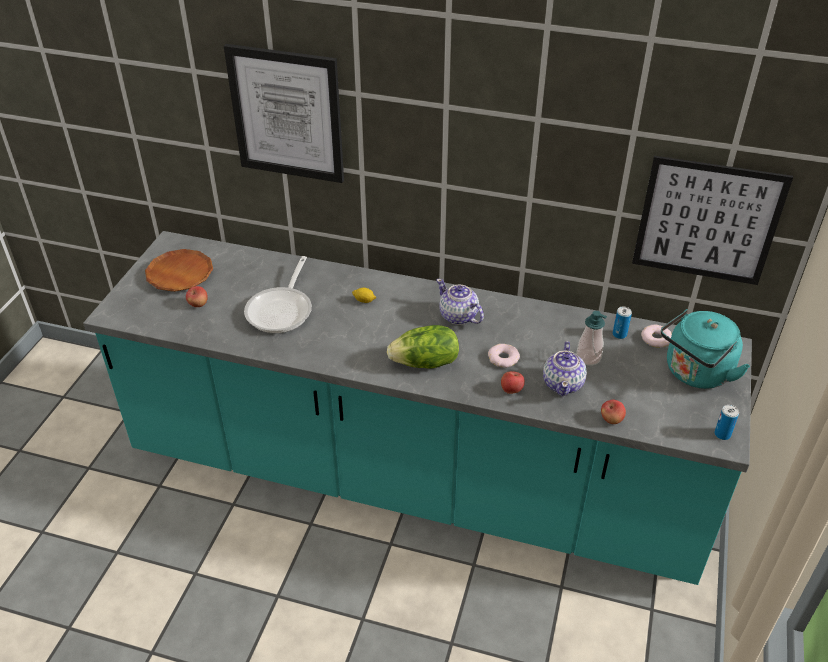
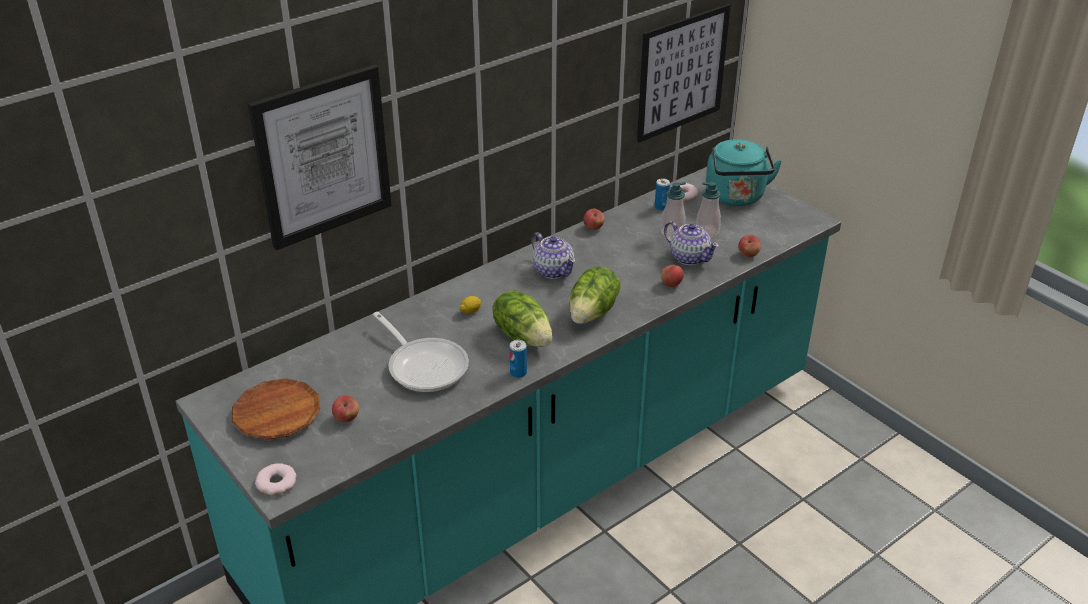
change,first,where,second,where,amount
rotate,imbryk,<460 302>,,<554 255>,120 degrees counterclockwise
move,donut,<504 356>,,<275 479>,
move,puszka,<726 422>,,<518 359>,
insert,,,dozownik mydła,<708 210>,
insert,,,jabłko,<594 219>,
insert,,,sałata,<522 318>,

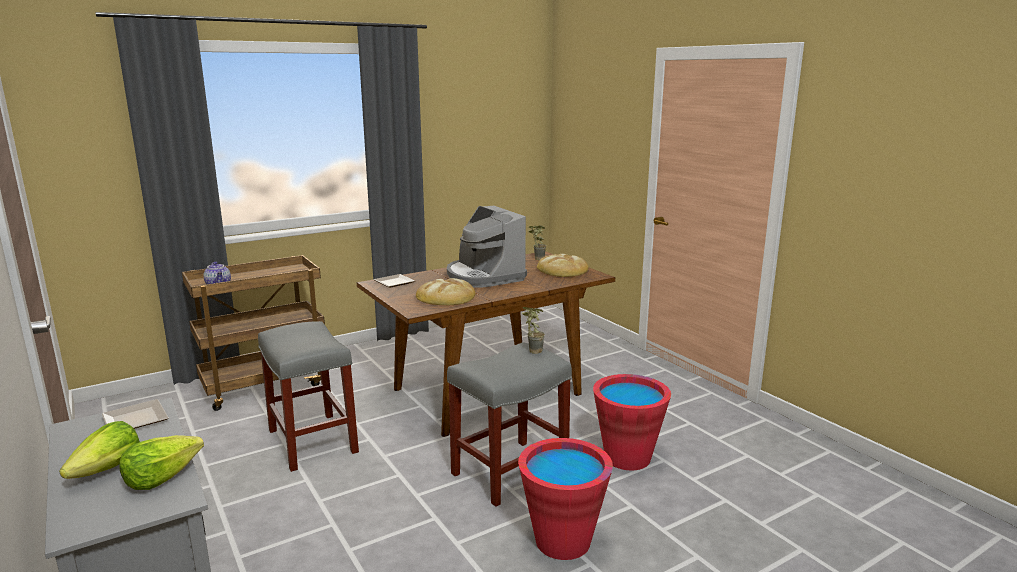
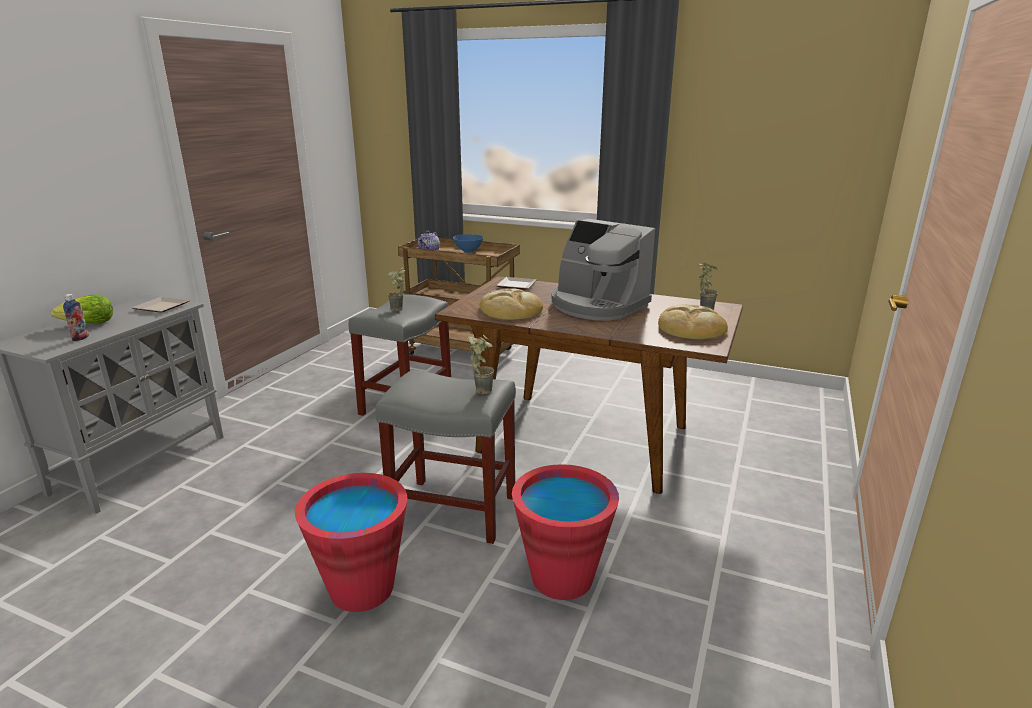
change,first,where,second,where,amount
rotate,ekspres do kawy,<487 247>,,<603 270>,75 degrees counterclockwise
replace,sałata,<161 462>,butelka,<76 317>,
insert,,,miska/niebieski,<468 243>,
insert,,,roślina doniczkowa,<396 288>,

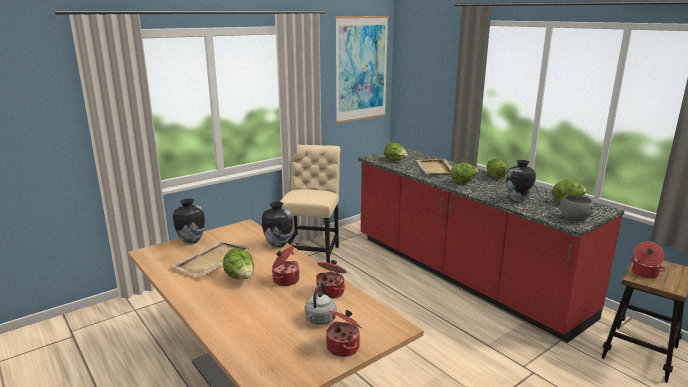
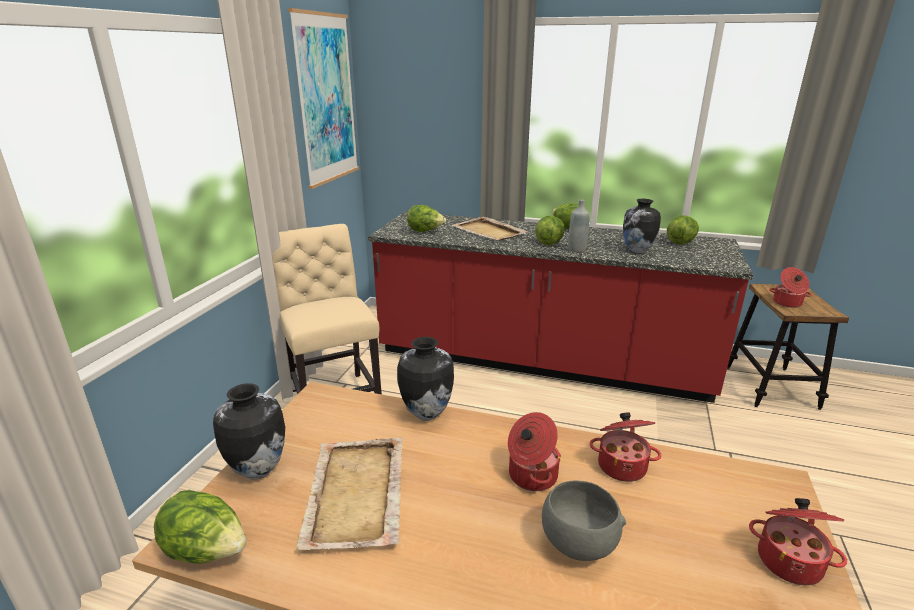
change,first,where,second,where,amount
move,miska/szary,<577 208>,,<584 520>,
move,sałata,<238 264>,,<200 527>,
delete,czajnik/szary,<320 303>,,,
insert,,,butelka/szary,<578 226>,

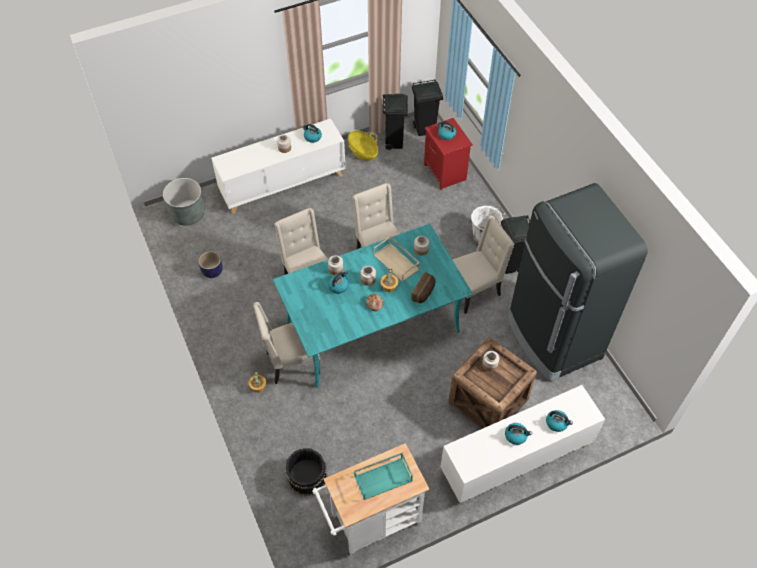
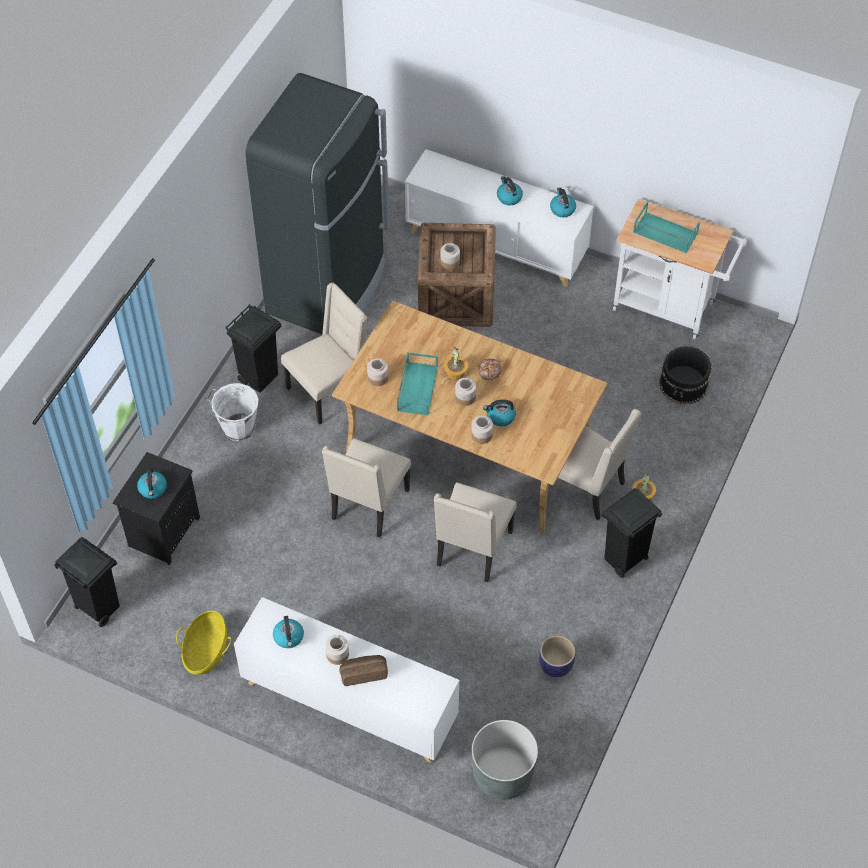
change,first,where,second,where,amount
move,kosz na śmieci/czarny,<395 122>,,<631 533>,
recolor,szafka nocna/czerwony,<448 154>,szafka nocna/czarny,<156 508>,
rotate,krzesło/beżowy,<483 264>,,<324 354>,120 degrees clockwise
recolor,stół jadalny/turkusowy,<373 306>,stół jadalny/beżowy,<470 417>,
recolor,taca/beżowy,<397 259>,taca/turkusowy,<417 383>,
move,chleb,<423 287>,,<363 670>,
move,czajnik,<559 421>,,<563 202>,

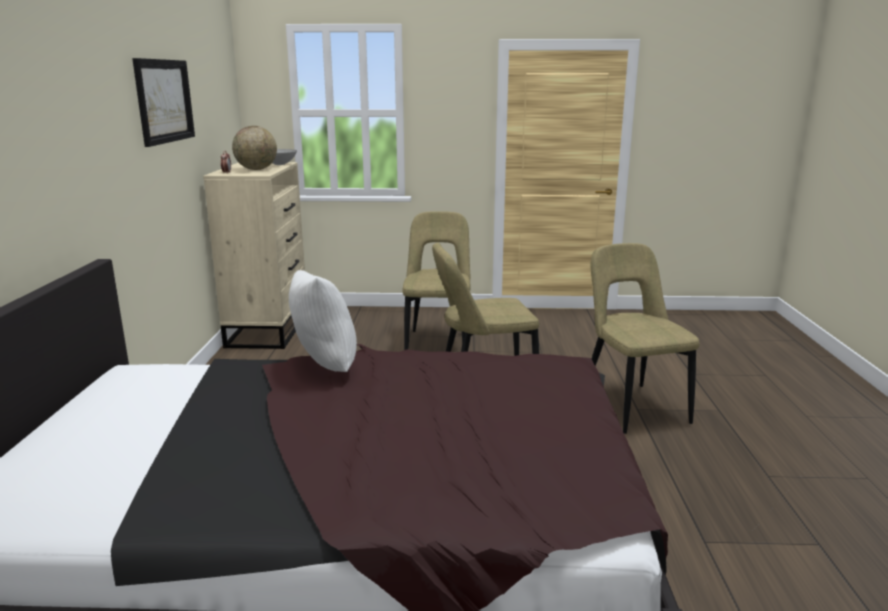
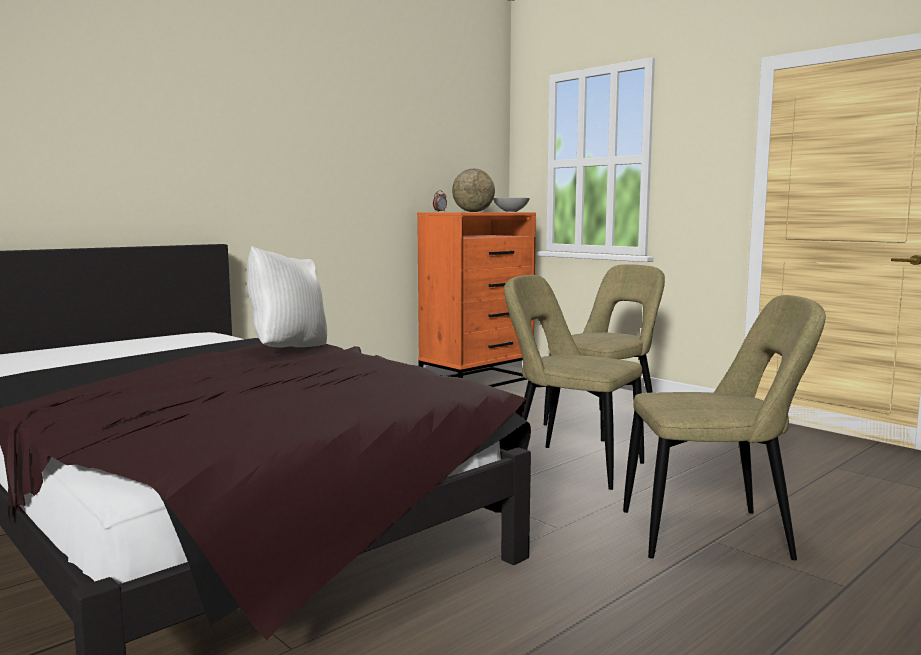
change,first,where,second,where,amount
delete,obraz,<163 102>,,,
recolor,komoda/beżowy,<254 255>,komoda/pomarańczowy,<476 299>,
rotate,krzesło/beżowy,<645 338>,,<724 427>,60 degrees clockwise

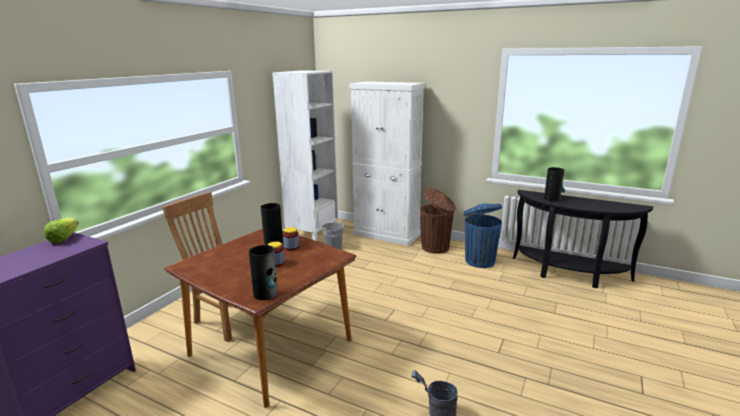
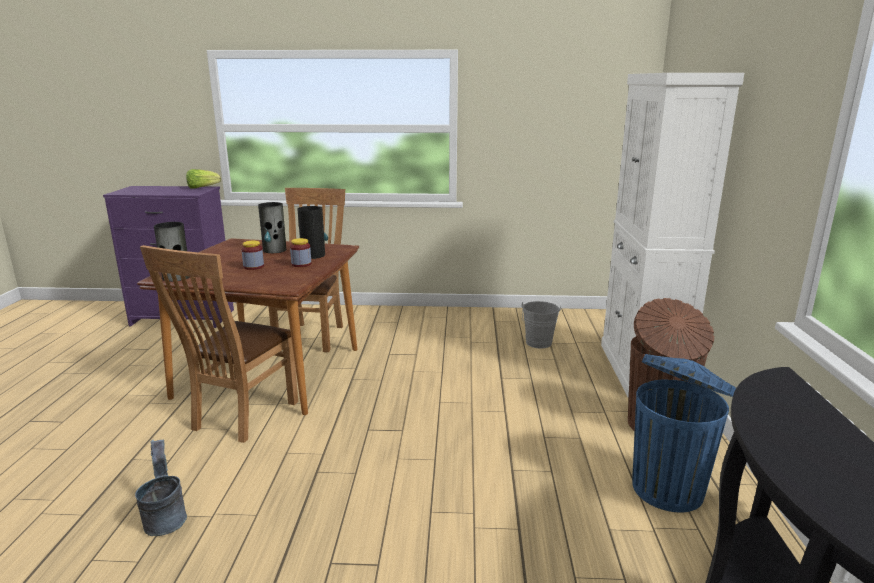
change,first,where,second,where,amount
delete,regał/biały,<305 155>,,,
move,wazon,<554 184>,,<272 227>,
insert,,,krzesło/brązowy,<219 344>,

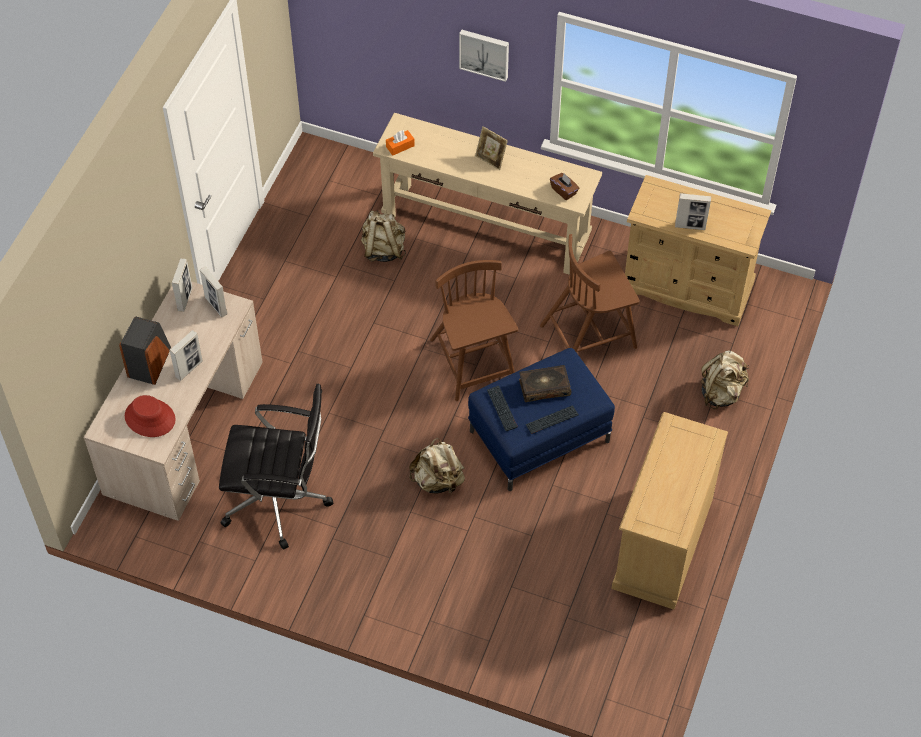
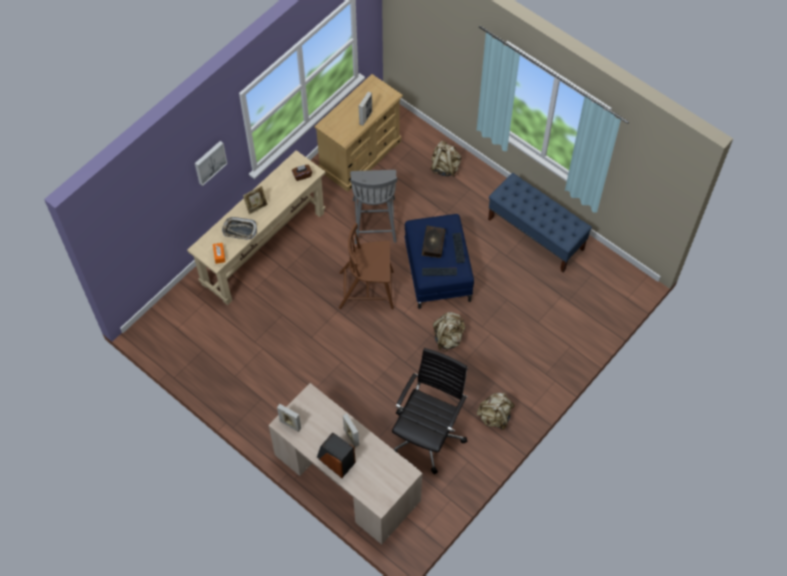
change,first,where,second,where,amount
move,plecak/beżowy,<383 236>,,<496 411>,
recolor,krzesło/brązowy,<590 293>,krzesło/szary,<373 207>,
delete,ramka na zdjęcie,<214 291>,,,
delete,kapelusz/czerwony,<150 416>,,,
replace,komoda/beżowy,<669 511>,ławka/niebieski,<540 222>,
insert,,,taca,<239 228>,

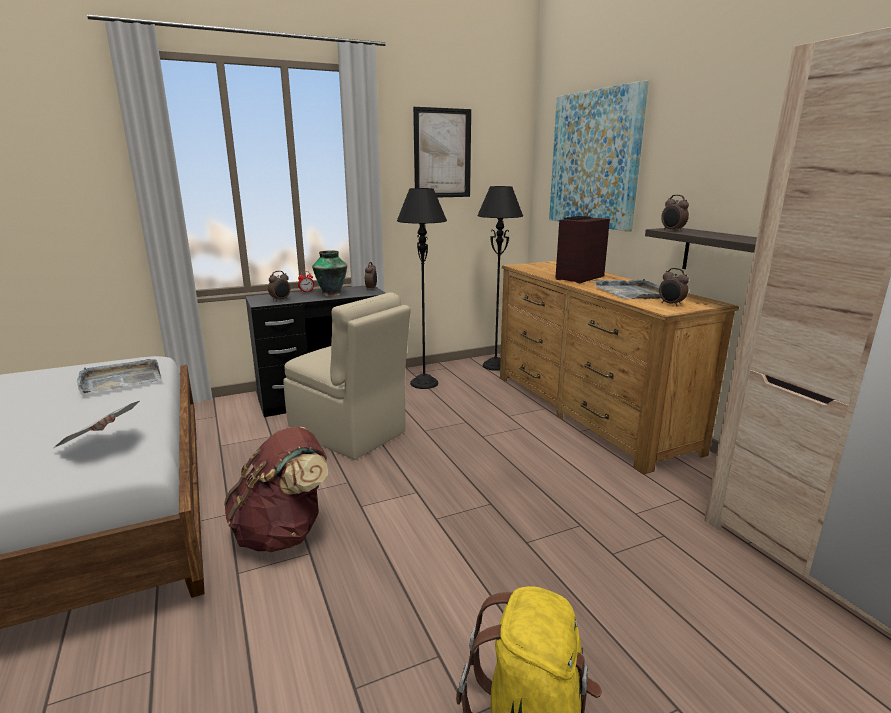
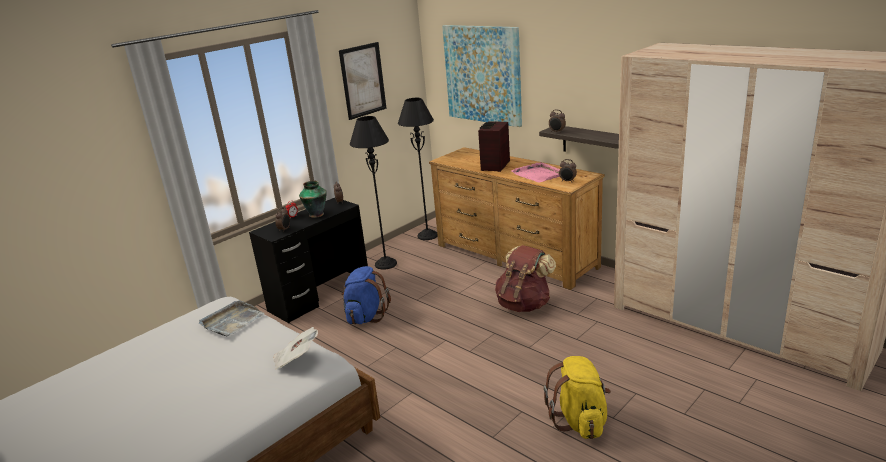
change,first,where,second,where,amount
recolor,taca/szary,<627 289>,taca/różowy,<535 172>,
replace,krzesło/beżowy,<347 376>,plecak/niebieski,<366 295>,
move,plecak/brązowy,<276 489>,,<525 278>,

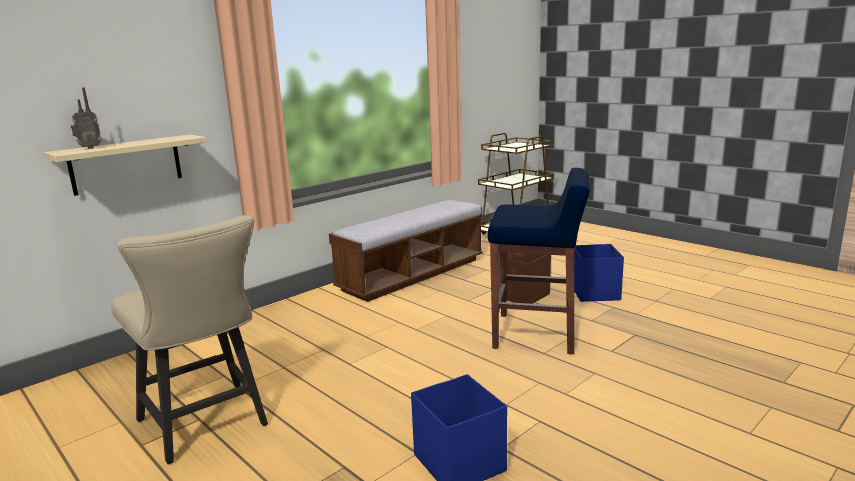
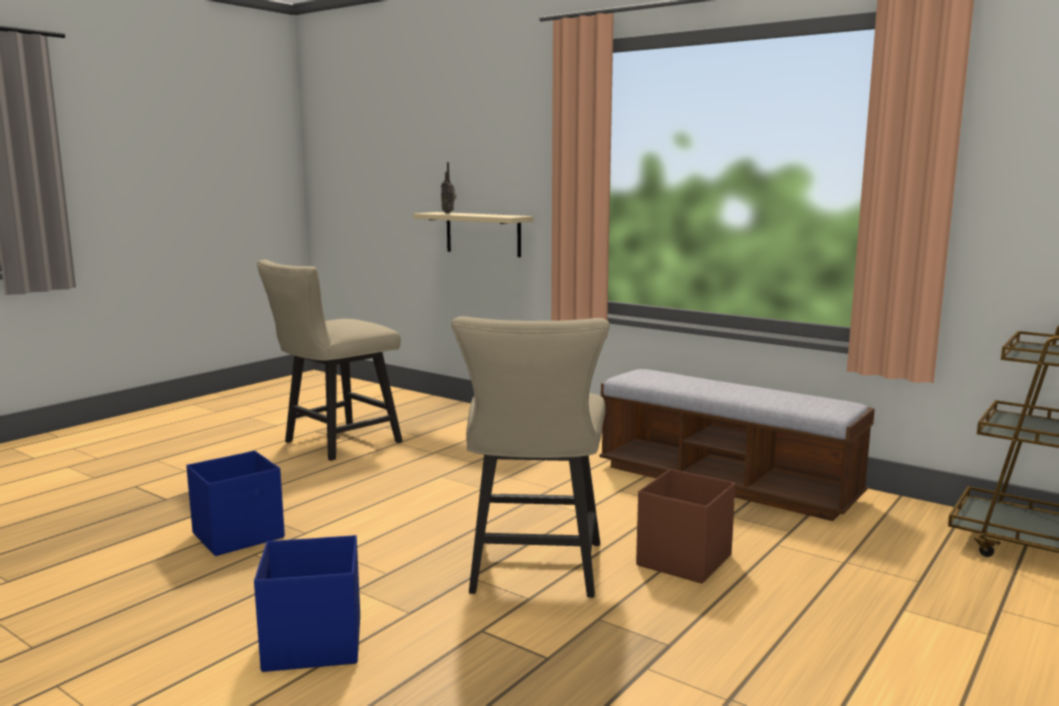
change,first,where,second,where,amount
replace,stołek/niebieski,<539 261>,krzesło/beżowy,<530 457>,
move,pojemnik do przechowywania/niebieski,<599 273>,,<307 603>,

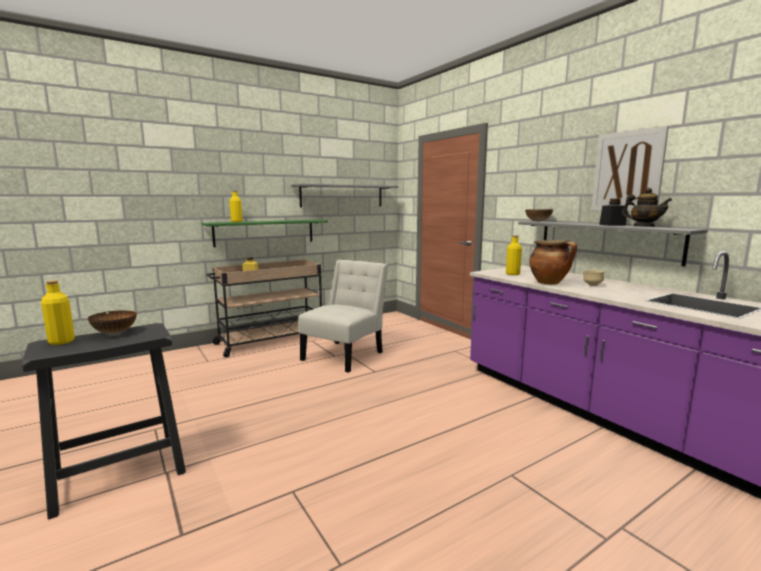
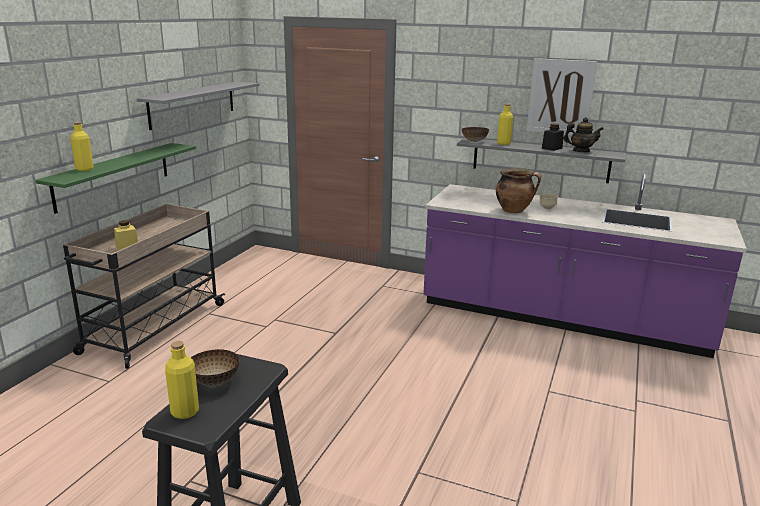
change,first,where,second,where,amount
move,butelka/żółty,<514 255>,,<505 124>,
delete,krzesło/biały,<343 316>,,,

